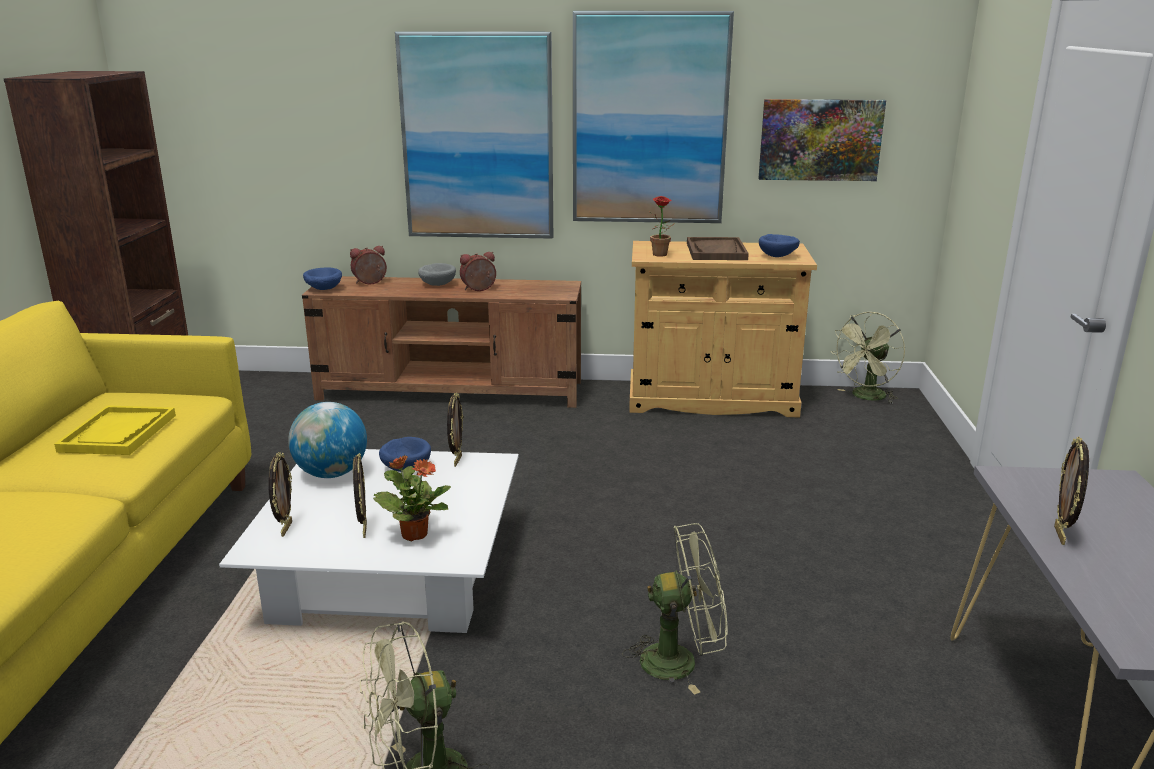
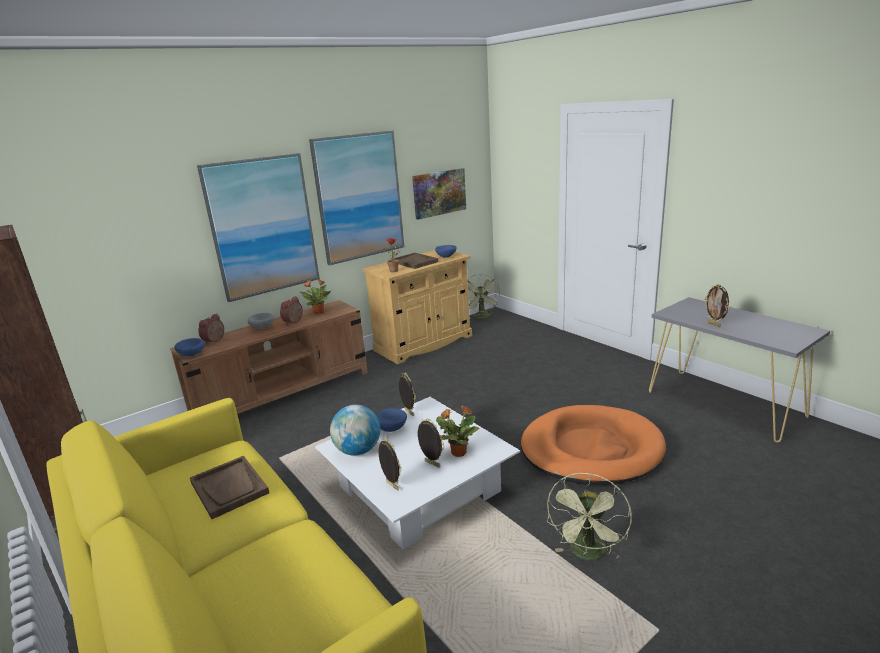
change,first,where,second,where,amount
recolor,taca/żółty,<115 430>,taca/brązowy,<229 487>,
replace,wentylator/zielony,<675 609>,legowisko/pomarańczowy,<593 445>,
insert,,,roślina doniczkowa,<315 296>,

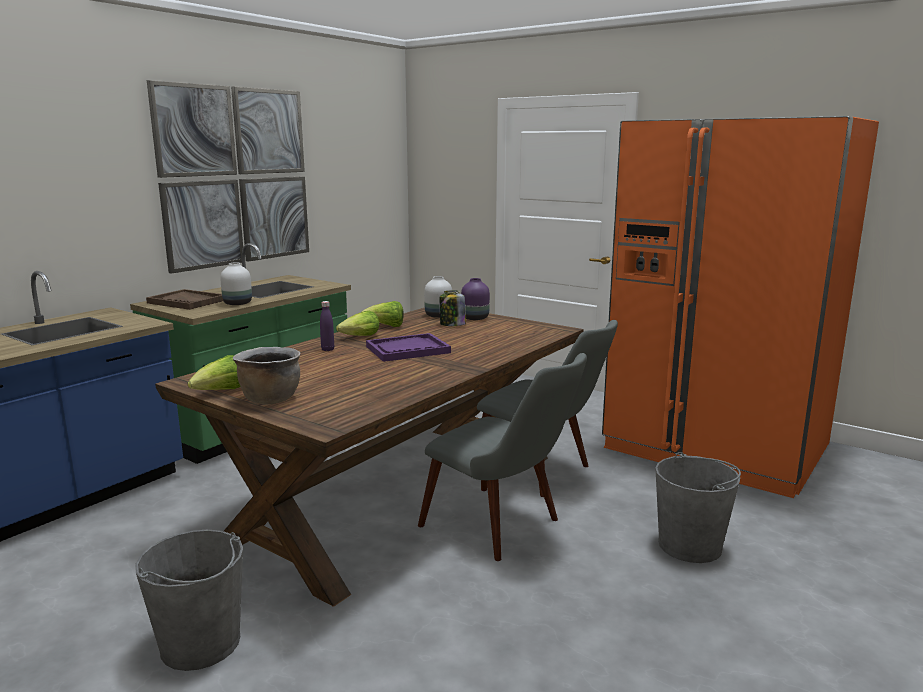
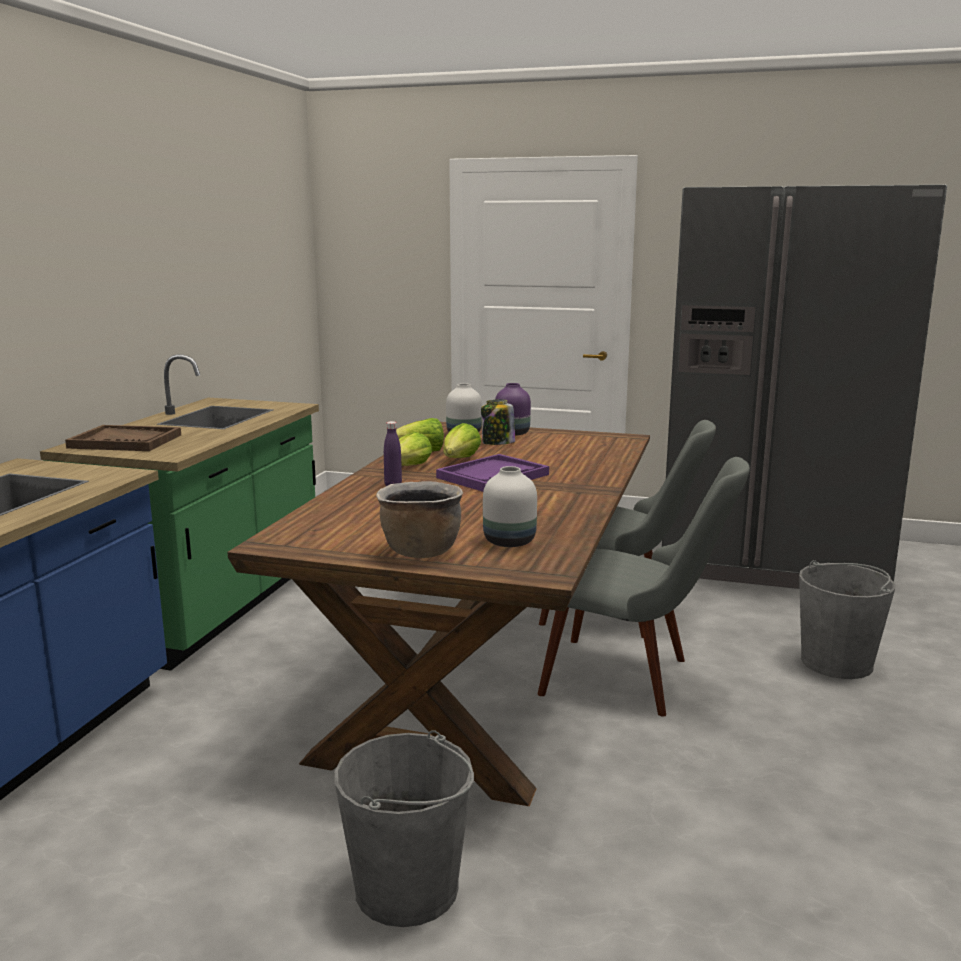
change,first,where,second,where,amount
delete,obraz,<228 177>,,,
recolor,lodówka/pomarańczowy,<740 307>,lodówka/szary,<804 386>,
move,wazon/biały,<236 283>,,<510 506>,
move,sałata,<214 372>,,<462 440>,

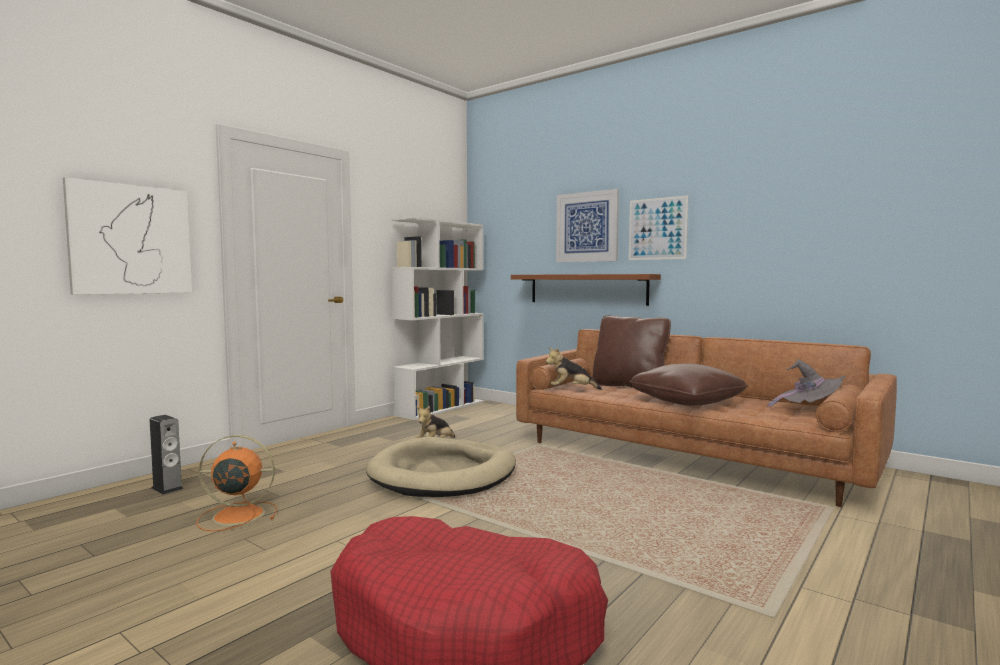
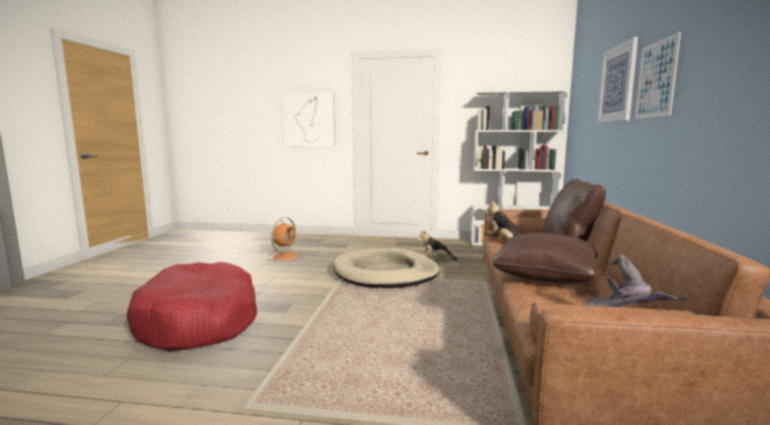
change,first,where,second,where,amount
delete,półka/brązowy,<586 290>,,,
delete,głośnik,<167 455>,,,
rotate,wentylator/pomarańczowy,<237 483>,,<285 239>,60 degrees clockwise

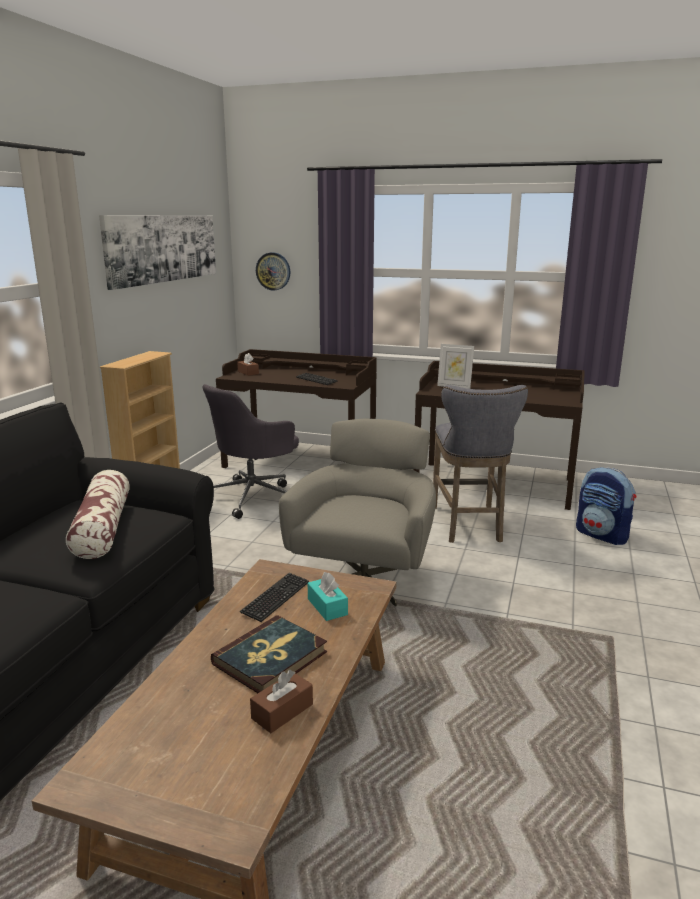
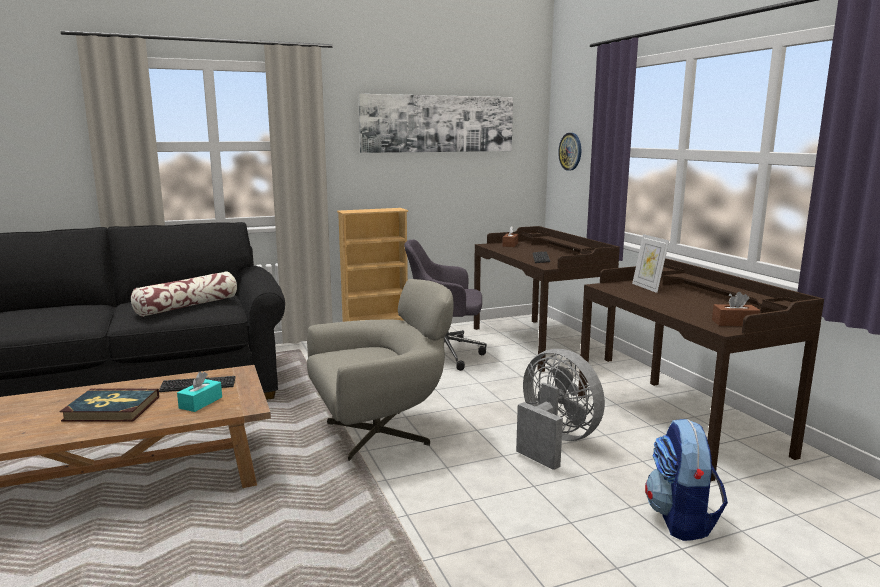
change,first,where,second,where,amount
replace,stołek/szary,<480 464>,wentylator/szary,<560 409>,
move,pudełko chusteczek/brązowy,<281 701>,,<736 309>,

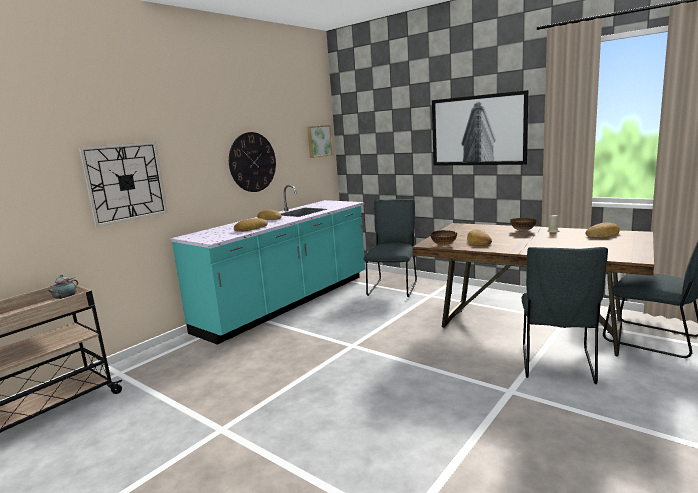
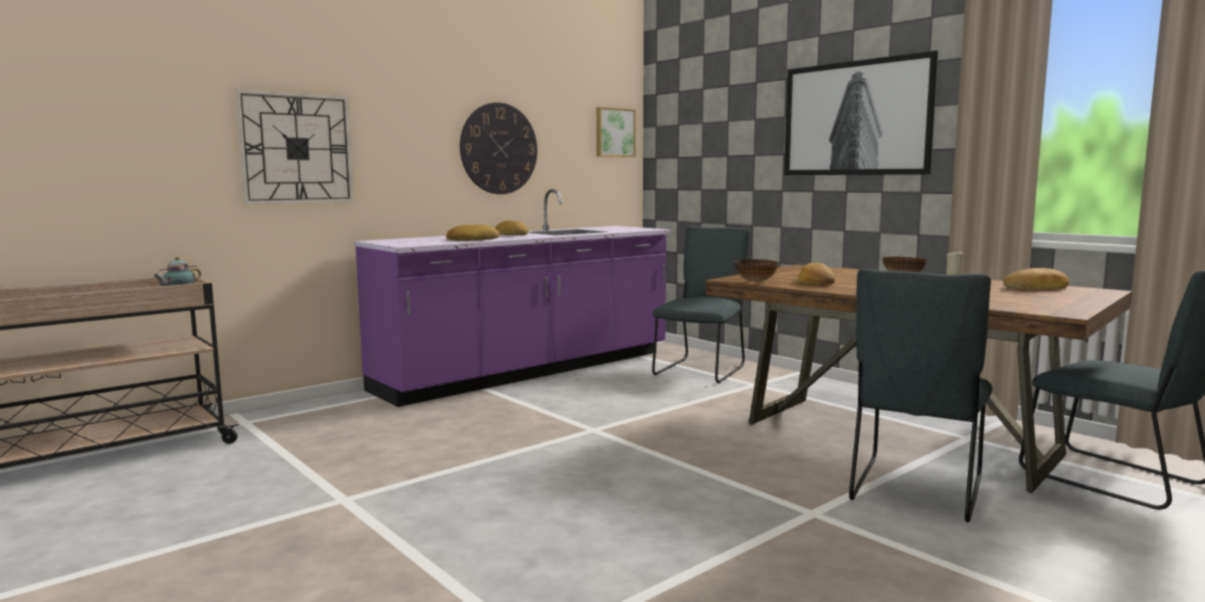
change,first,where,second,where,amount
recolor,zabudowa kuchenna/turkusowy,<267 265>,zabudowa kuchenna/fioletowy,<512 298>,

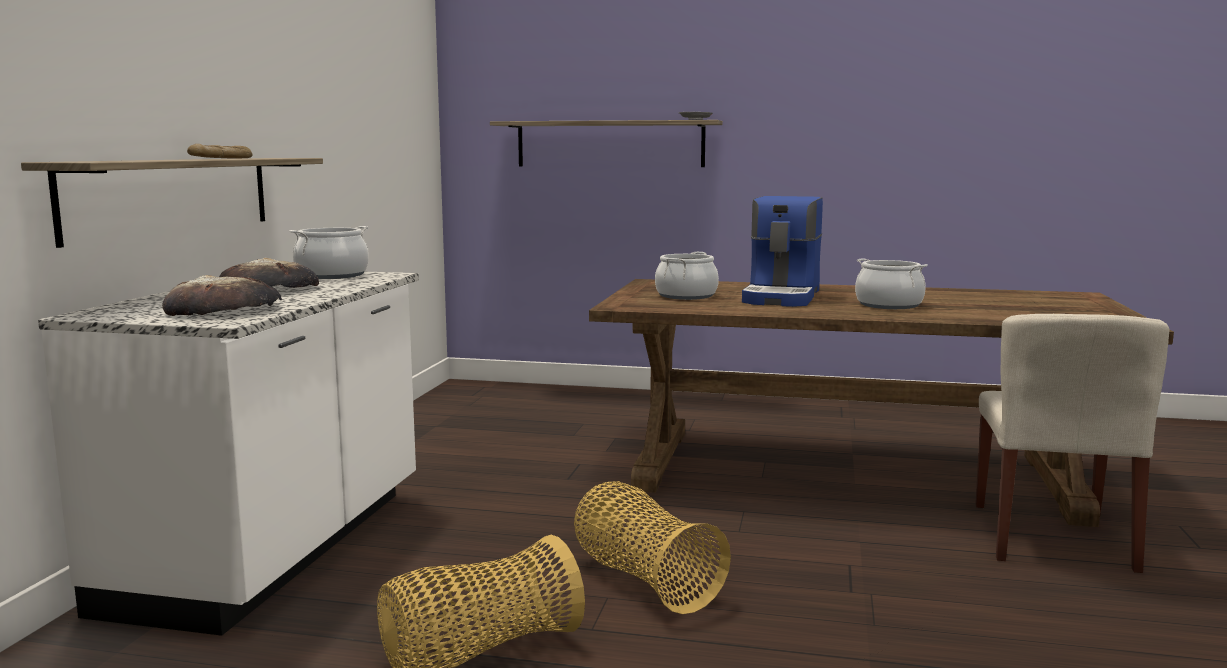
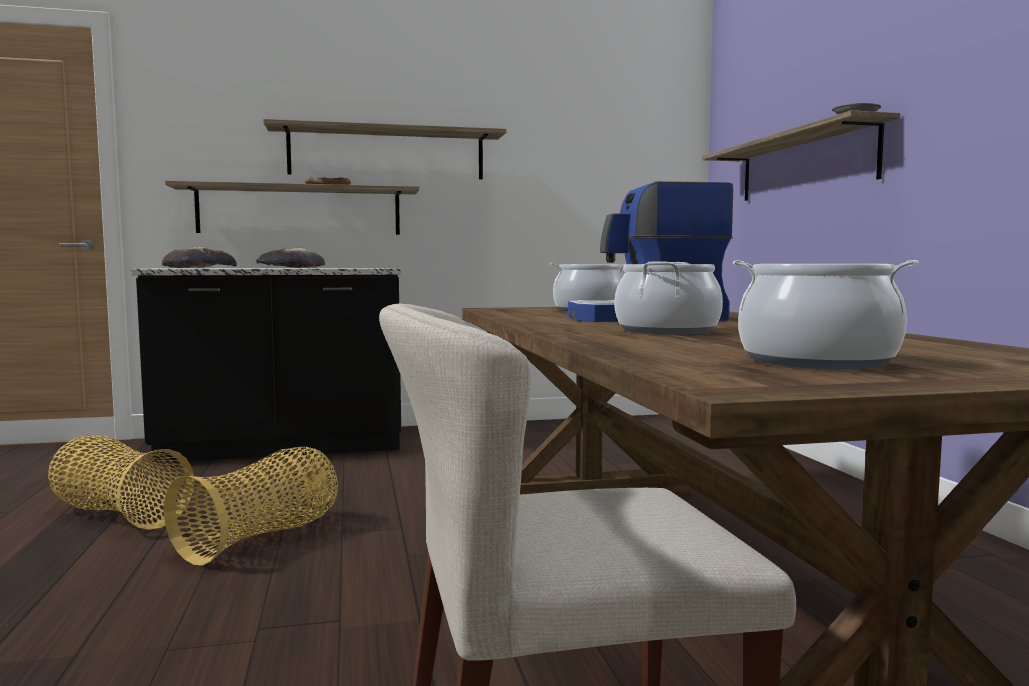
change,first,where,second,where,amount
move,garnek,<329 252>,,<826 314>,
recolor,zabudowa kuchenna/biały,<228 454>,zabudowa kuchenna/czarny,<266 365>,
insert,,,półka,<384 149>,

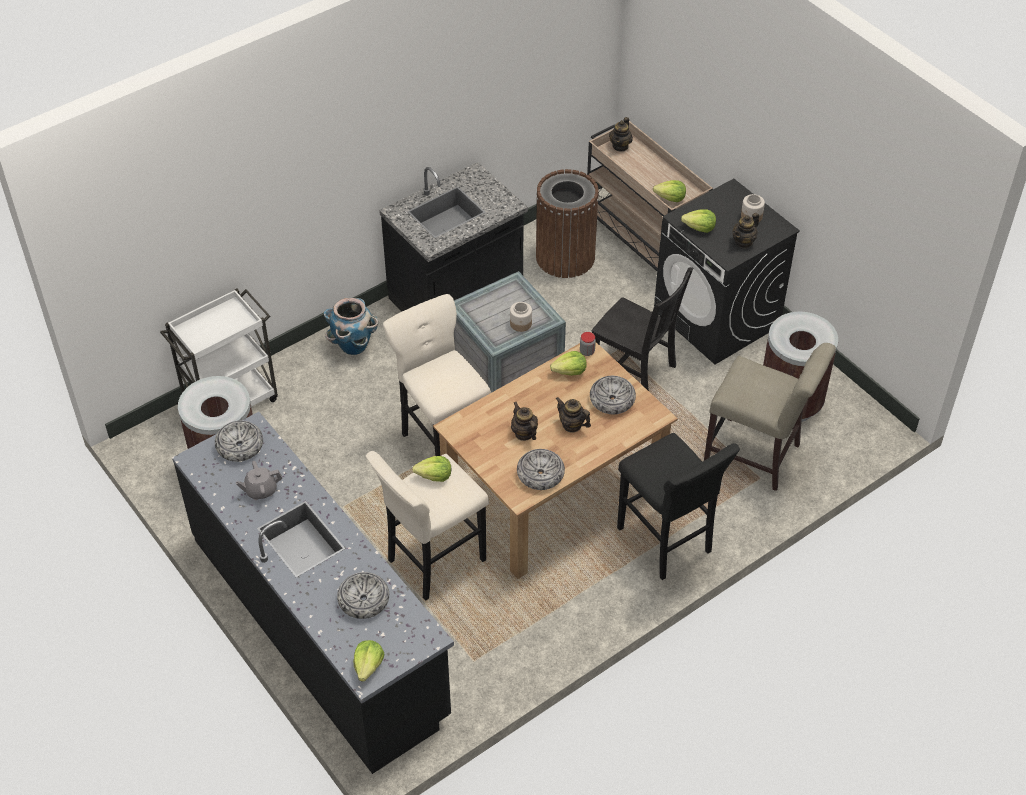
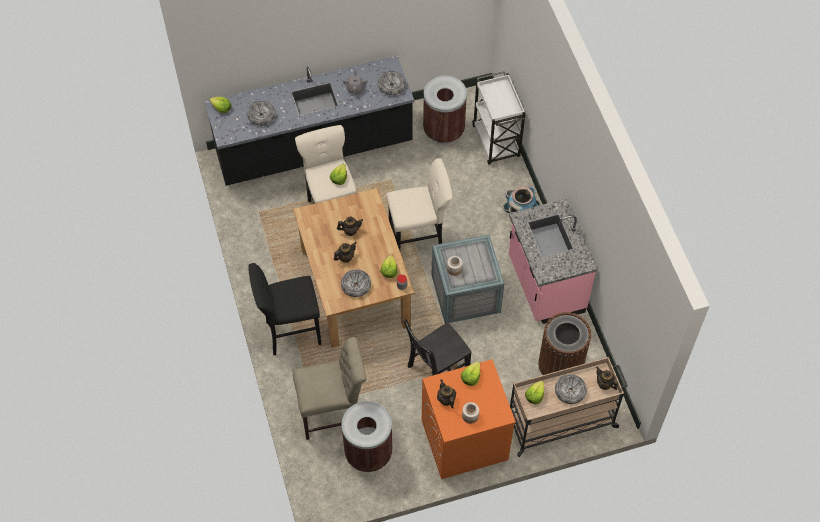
change,first,where,second,where,amount
recolor,zabudowa kuchenna/czarny,<453 236>,zabudowa kuchenna/różowy,<553 261>,
recolor,pralka/czarny,<727 272>,pralka/pomarańczowy,<469 419>,
rotate,krzesło/beżowy,<770 417>,,<329 388>,150 degrees counterclockwise
move,miska,<541 469>,,<571 389>,

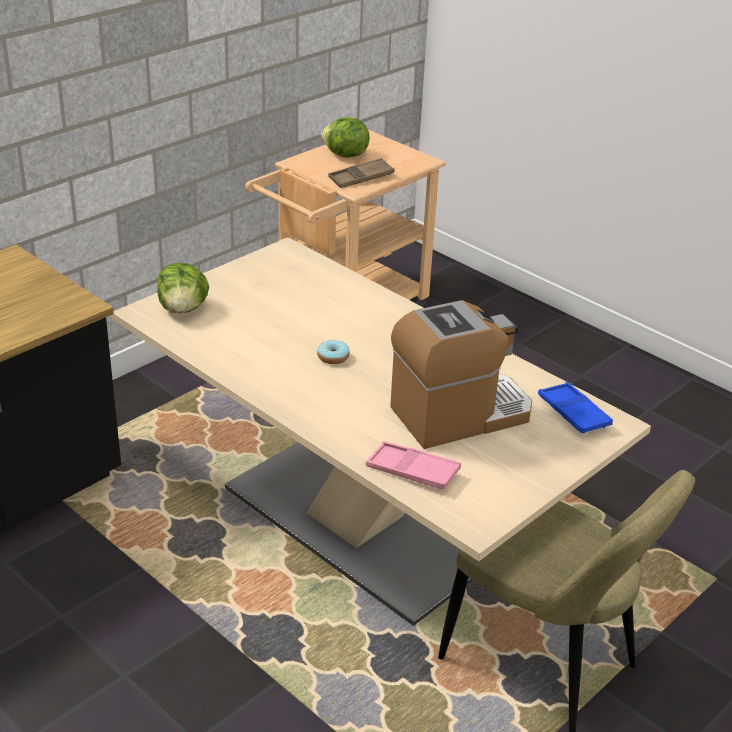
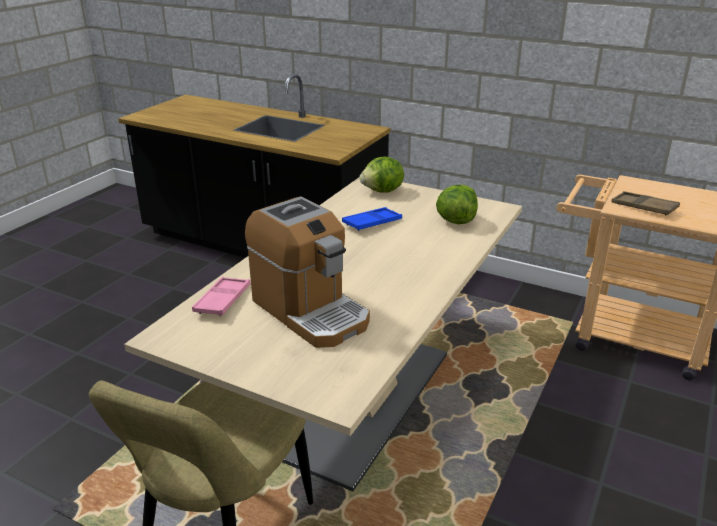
change,first,where,second,where,amount
move,sałata,<345 137>,,<457 204>,
delete,donut,<333 352>,,,
move,taca/niebieski,<575 407>,,<372 219>,

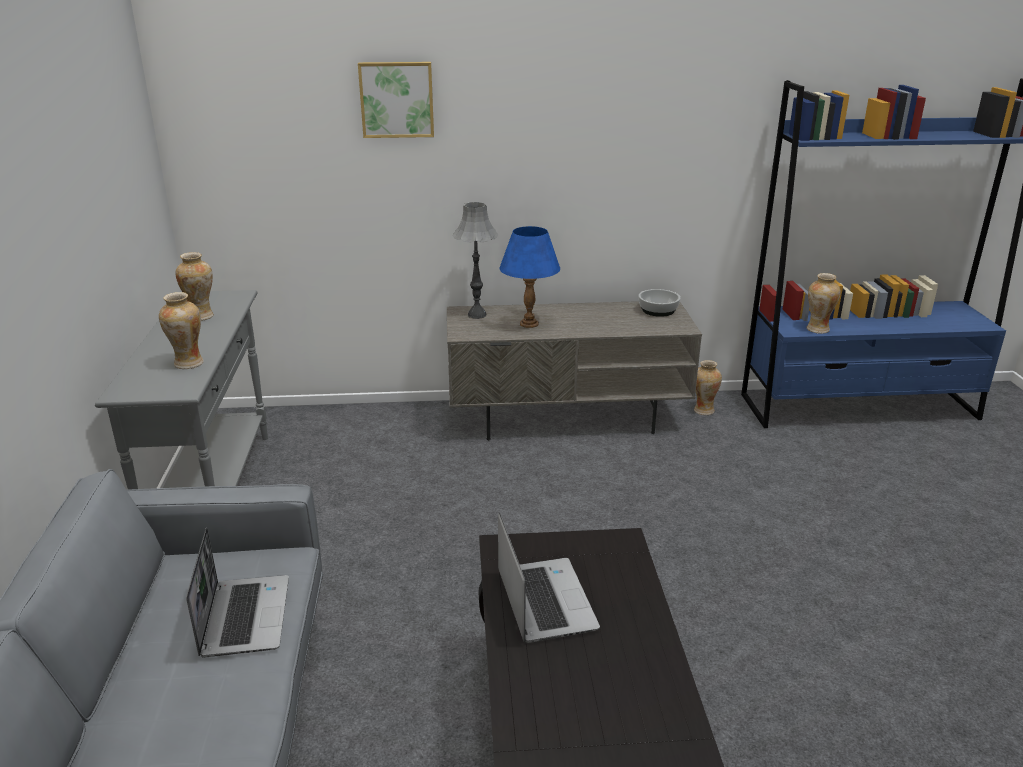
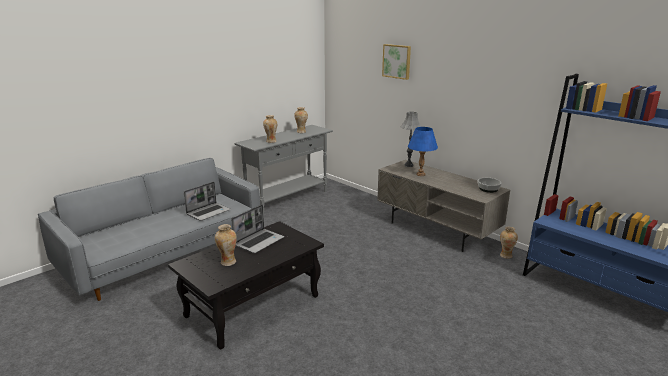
change,first,where,second,where,amount
move,wazon,<824 303>,,<226 245>,

